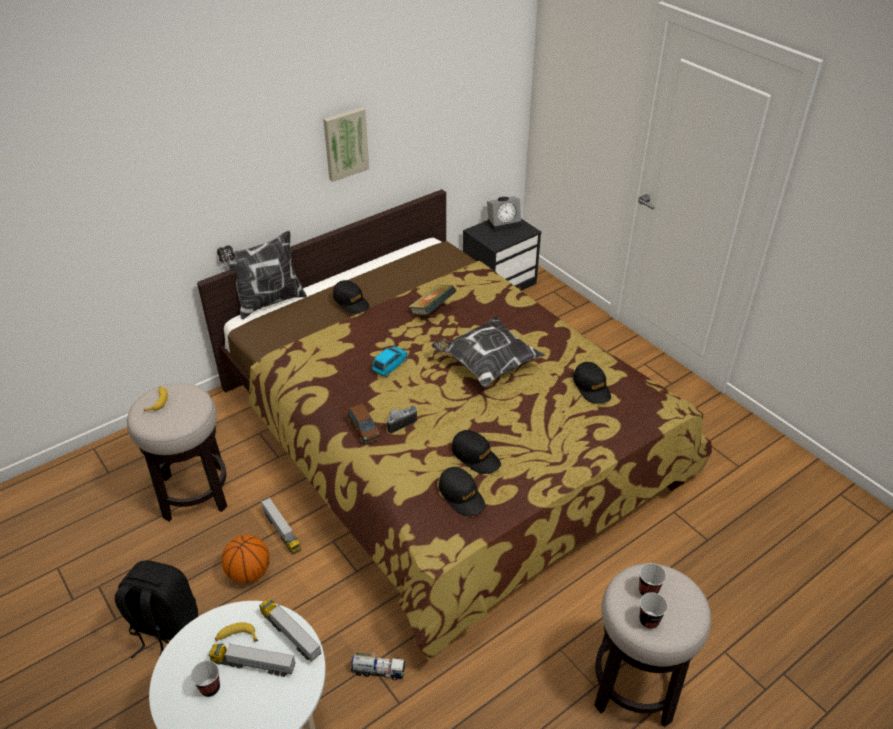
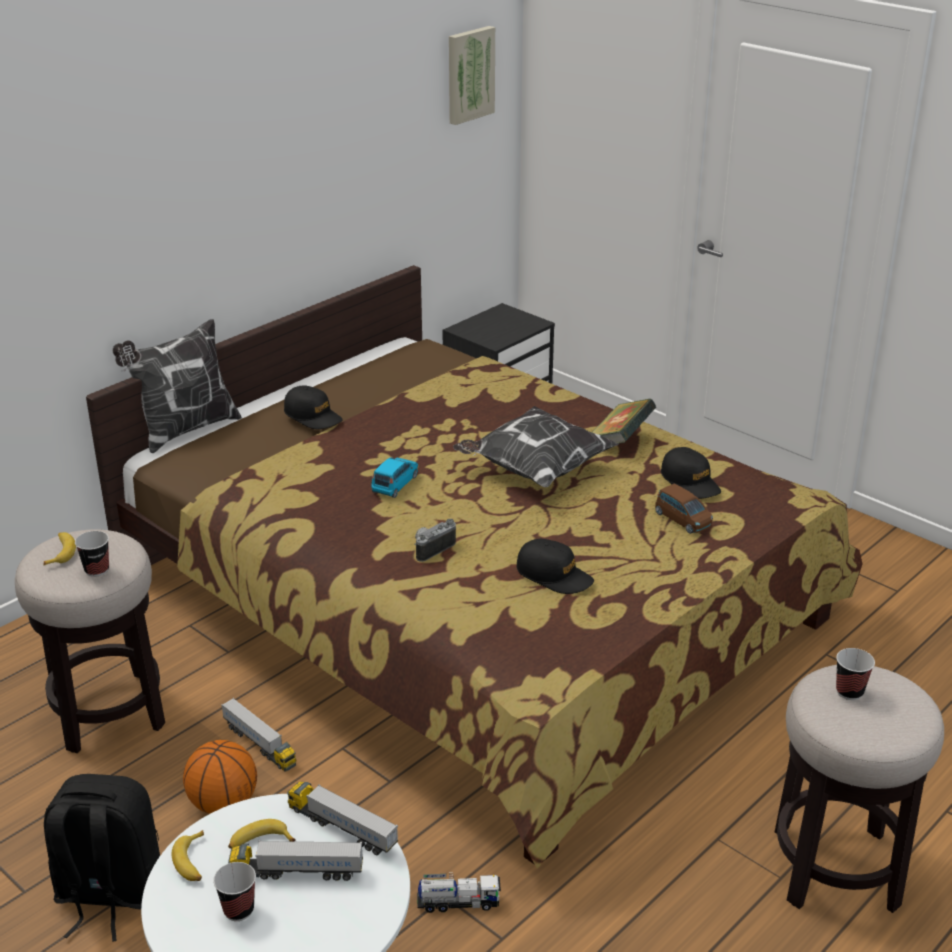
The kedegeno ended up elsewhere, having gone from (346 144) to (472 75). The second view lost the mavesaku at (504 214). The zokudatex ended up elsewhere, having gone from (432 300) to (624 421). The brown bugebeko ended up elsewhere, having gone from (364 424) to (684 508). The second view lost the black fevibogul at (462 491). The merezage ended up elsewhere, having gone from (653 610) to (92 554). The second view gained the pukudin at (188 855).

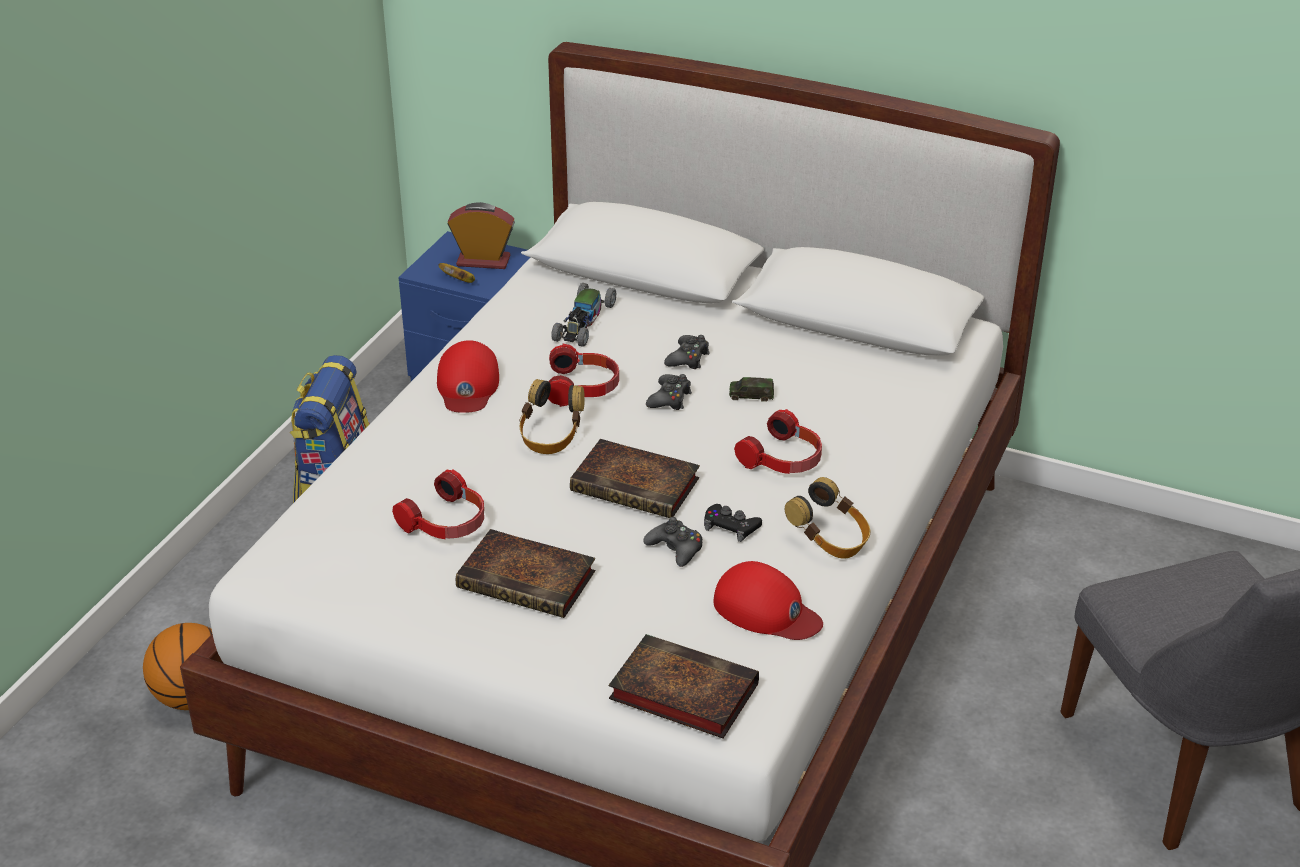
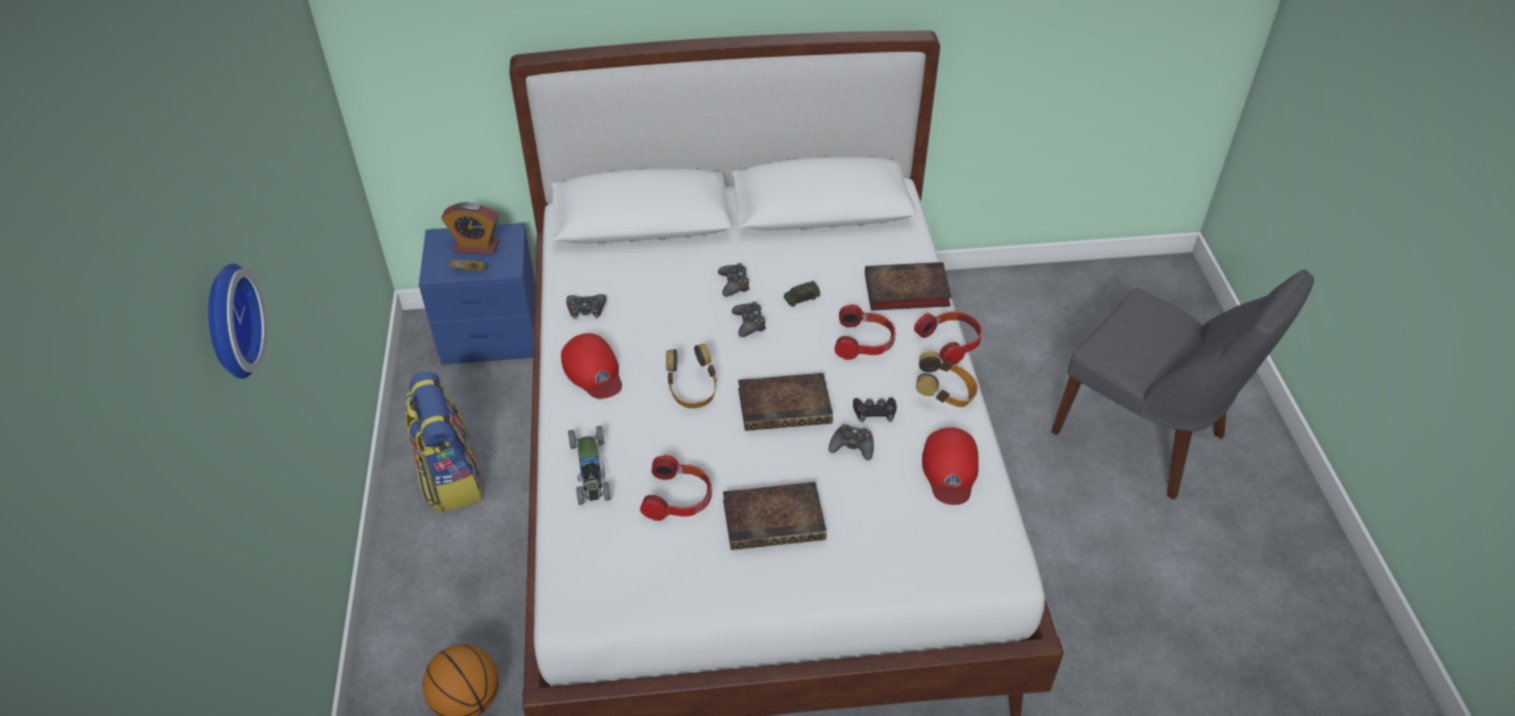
The mavesaku at (481 235) ended up facing another way, 150 degrees counterclockwise from before. The bugebeko ended up elsewhere, having gone from (584 315) to (589 465). The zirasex ended up elsewhere, having gone from (583 375) to (948 338). The red fevibogul at (768 600) ended up facing another way, 90 degrees clockwise from before. The zokudatex ended up elsewhere, having gone from (684 686) to (908 286). The second view gained the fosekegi at (237 321). The second view gained the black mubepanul at (586 306).

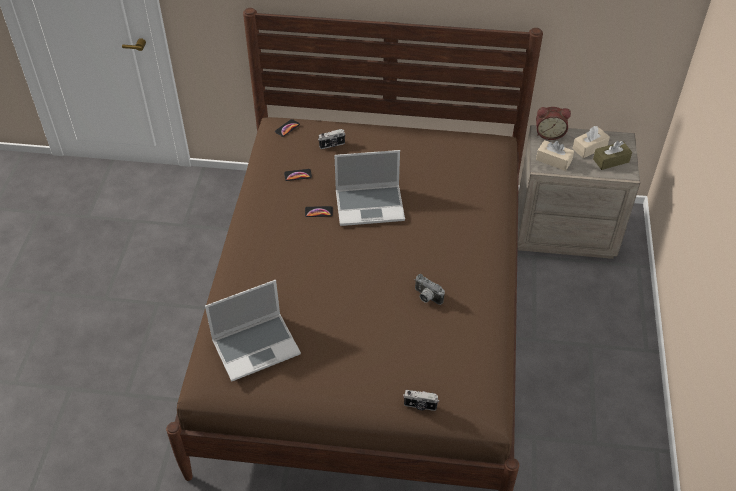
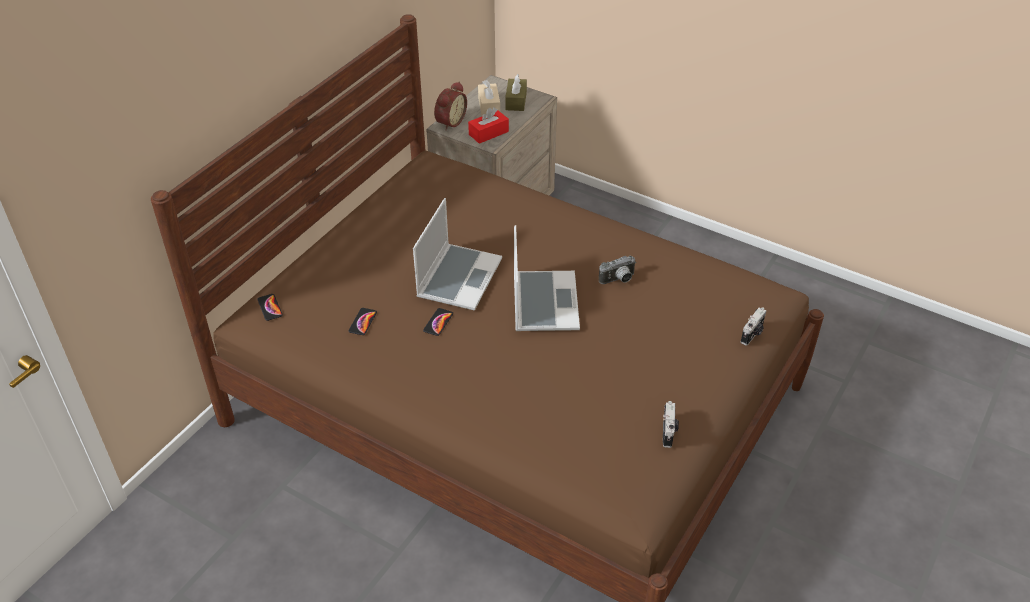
The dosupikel ended up elsewhere, having gone from (332 139) to (671 424). What was the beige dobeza at (555 155) turned into the red dobeza at (488 125). The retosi ended up elsewhere, having gone from (253 331) to (547 278).

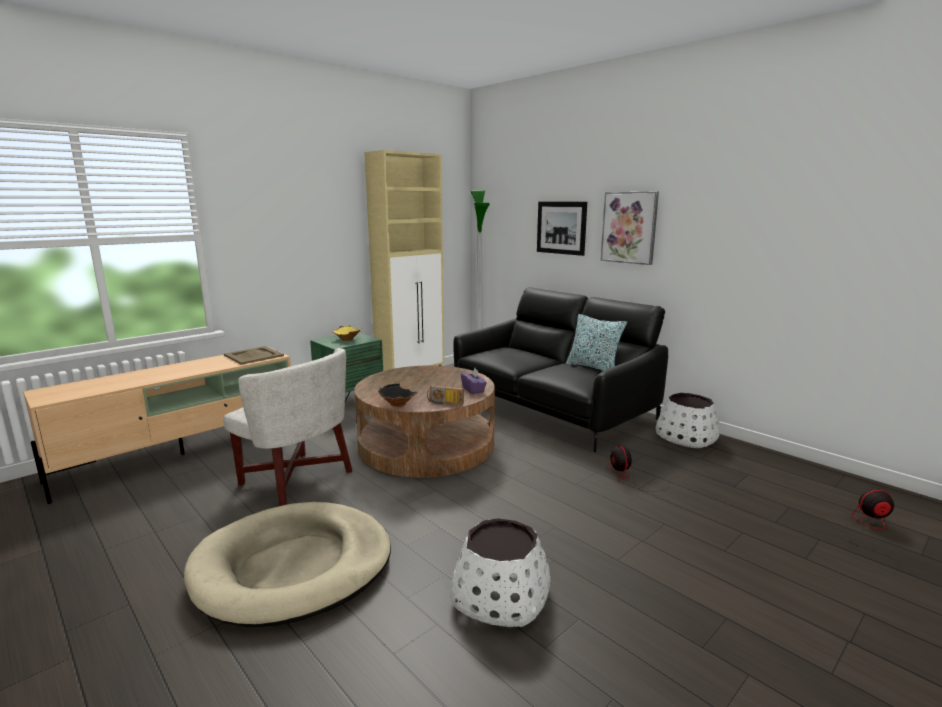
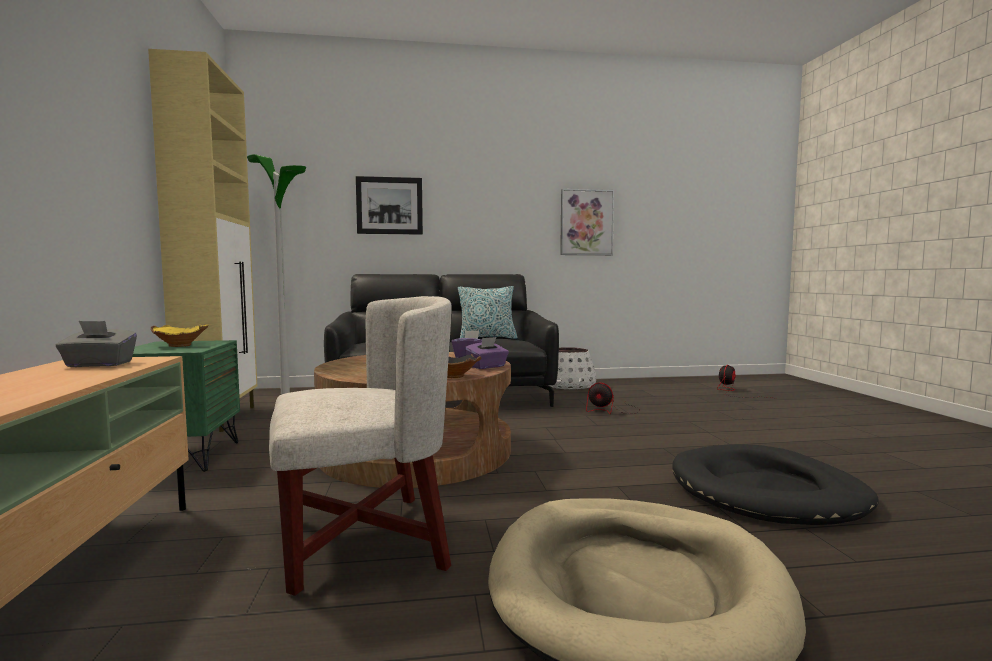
The kedegeno ended up elsewhere, having gone from (629 228) to (587 222). Where the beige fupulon stood at (254 355), the grey dobeza came to stand at (96 344). Where the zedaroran stood at (445 395), the purple dobeza came to stand at (487 353). Where the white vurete stood at (500 572), the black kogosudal came to stand at (775 484).

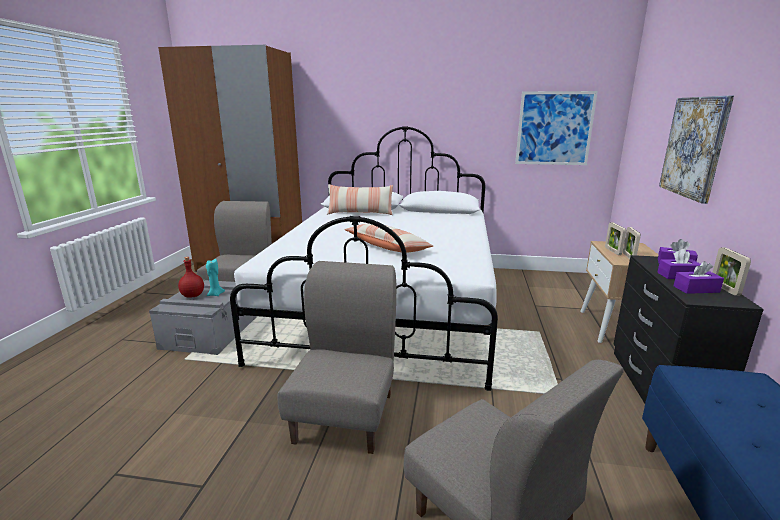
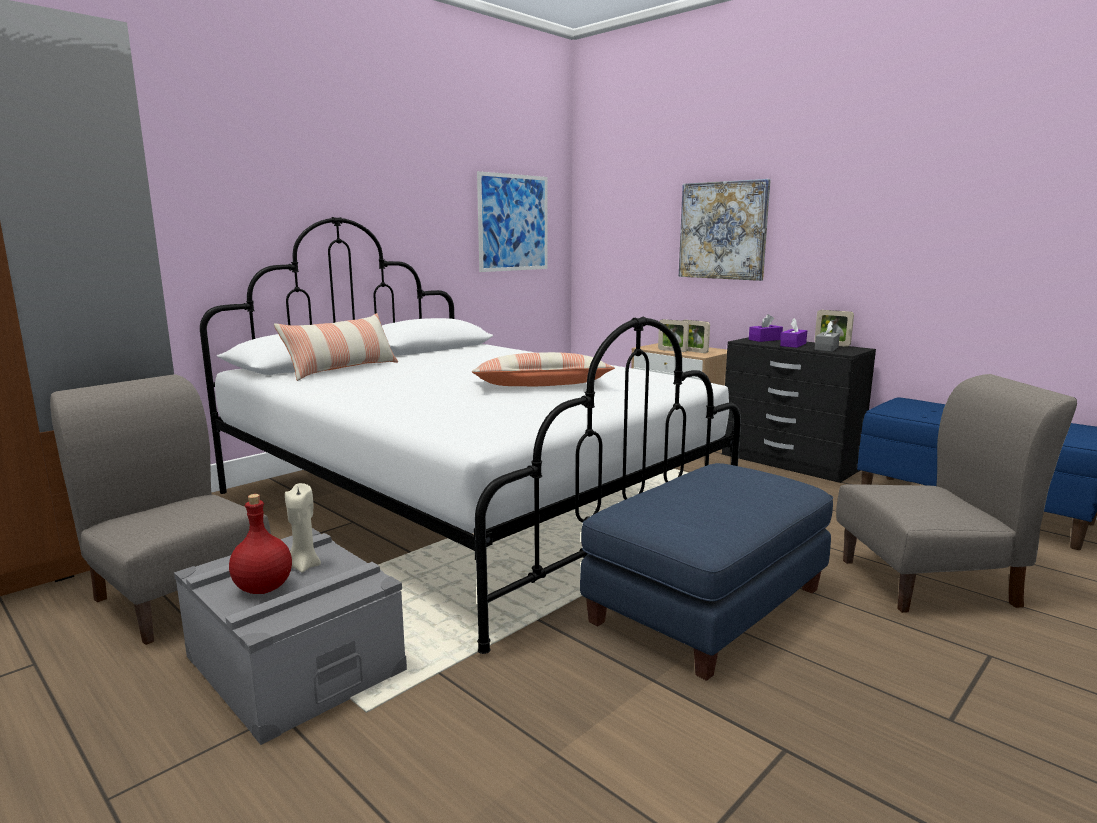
What was the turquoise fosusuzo at (215 277) turned into the beige fosusuzo at (303 528). Where the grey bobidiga stood at (337 357), the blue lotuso came to stand at (706 572). What was the purple dobeza at (699 277) turned into the grey dobeza at (827 336).

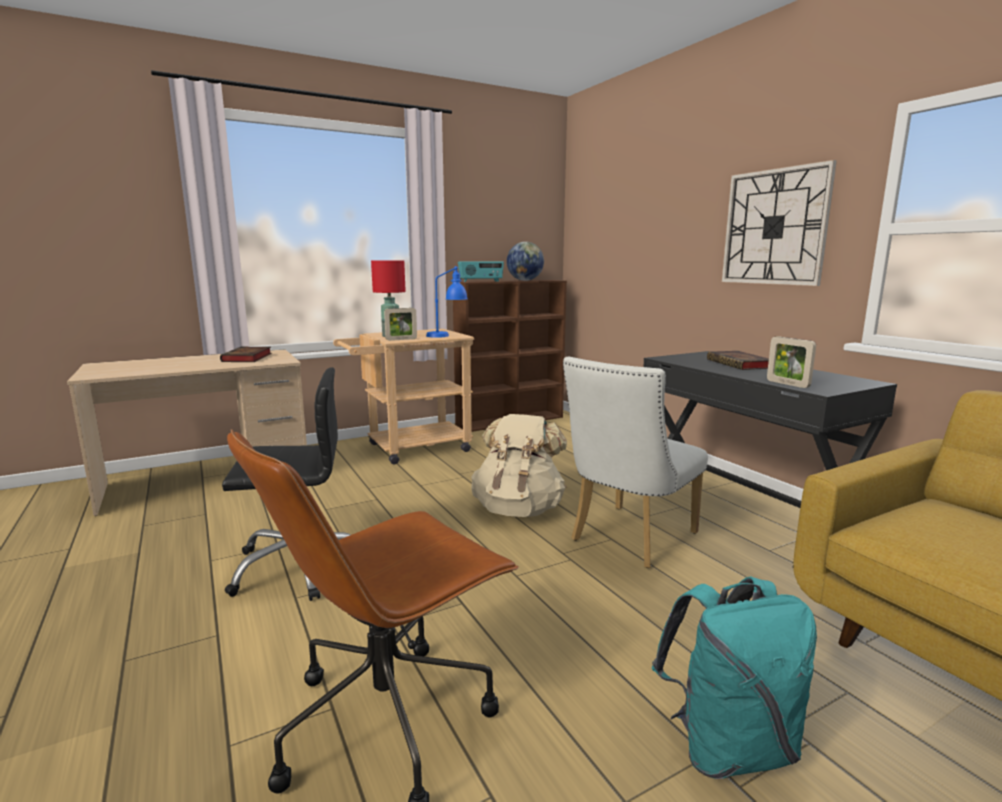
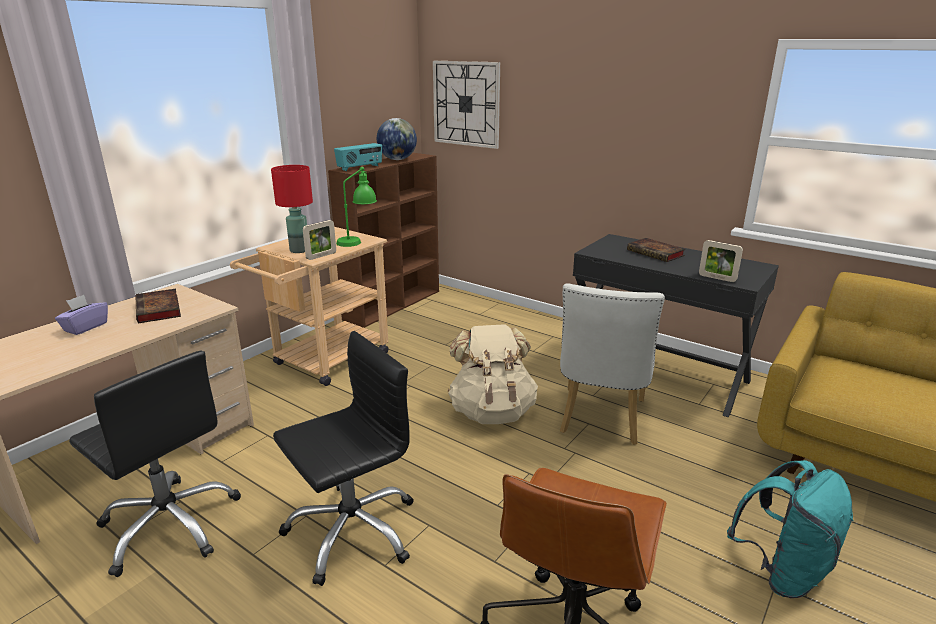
The fosekegi ended up elsewhere, having gone from (779 223) to (466 105). What was the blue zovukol at (447 302) turned into the green zovukol at (356 207). The second view gained the purple dobeza at (81 315). The second view gained the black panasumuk at (155 463).

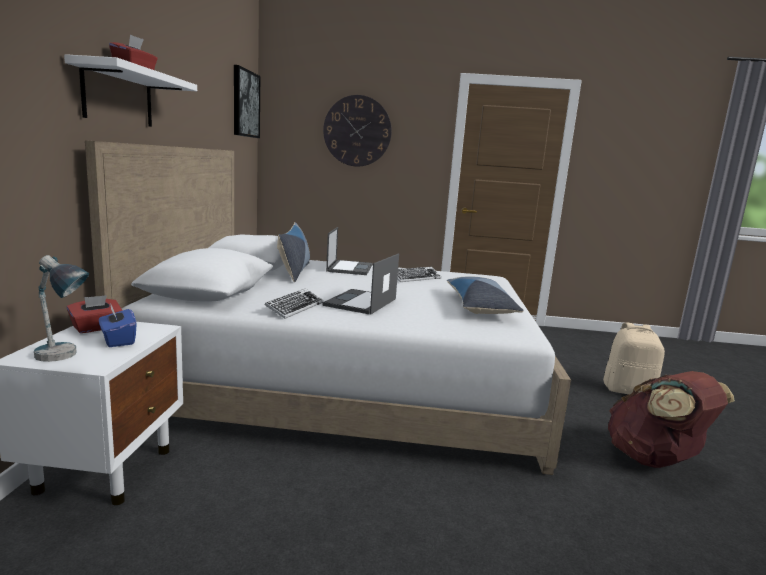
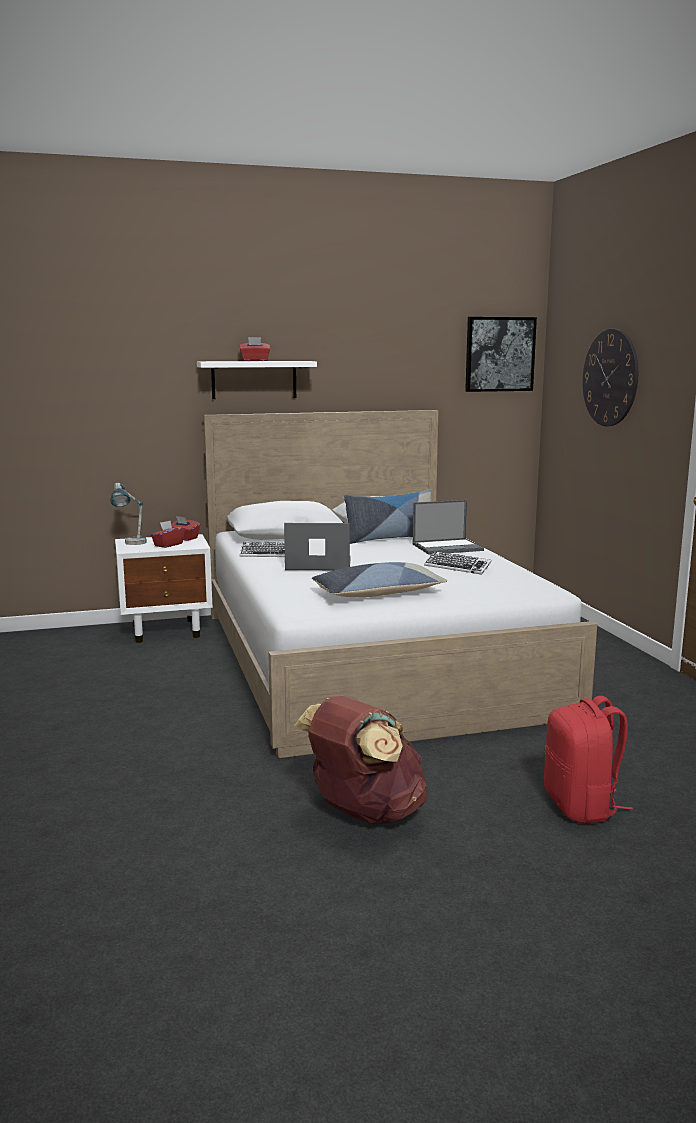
What was the blue dobeza at (118 325) turned into the red dobeza at (168 534). What was the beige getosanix at (634 358) turned into the red getosanix at (588 759).

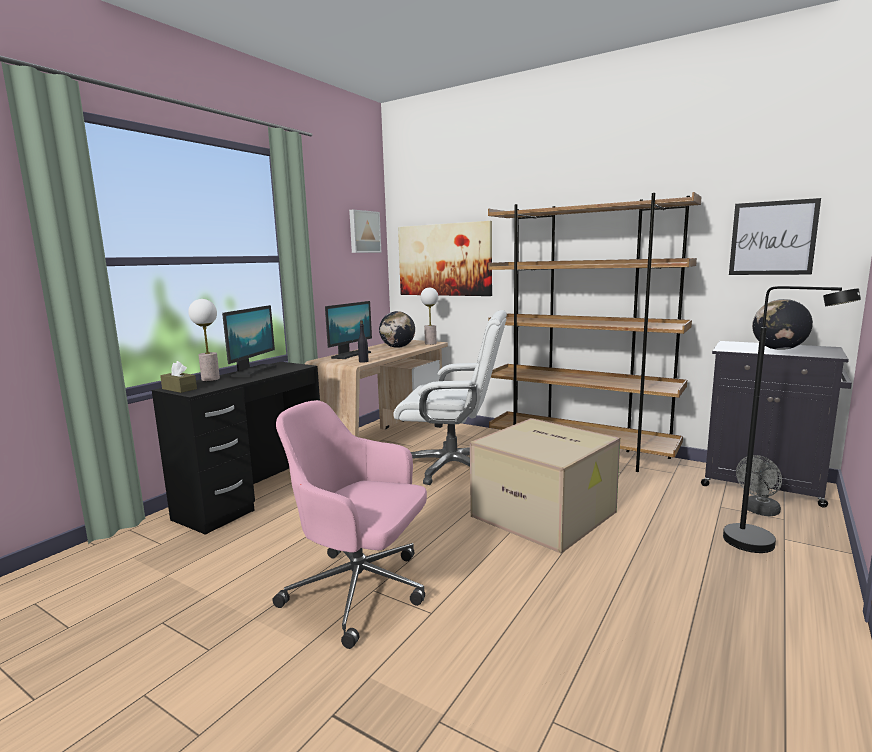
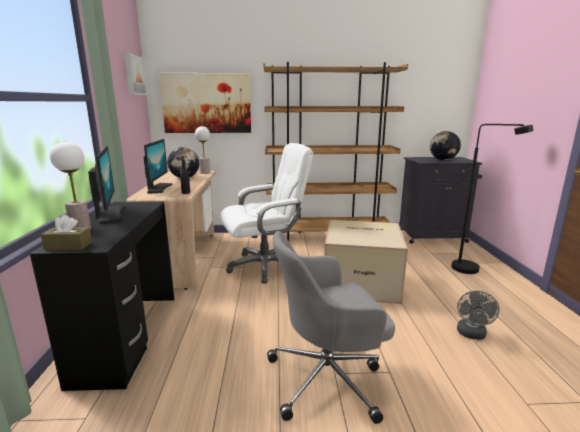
The second view lost the kedegeno at (775 236). What was the pink panasumuk at (350 524) turned into the grey panasumuk at (331 327). The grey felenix ended up elsewhere, having gone from (759 485) to (478 315).

